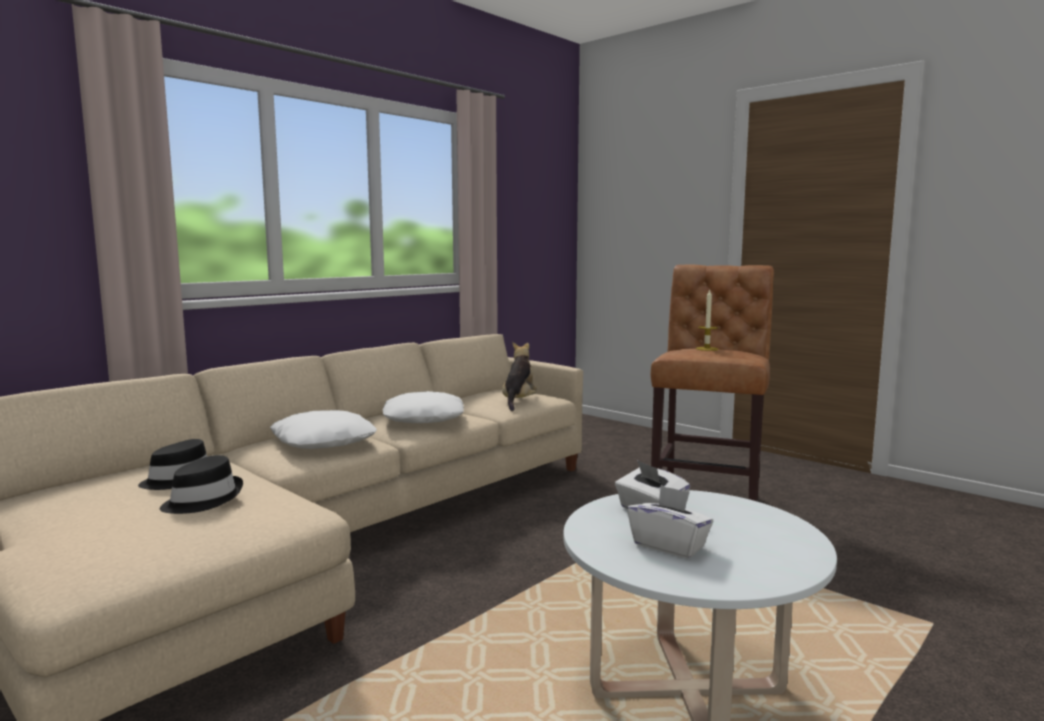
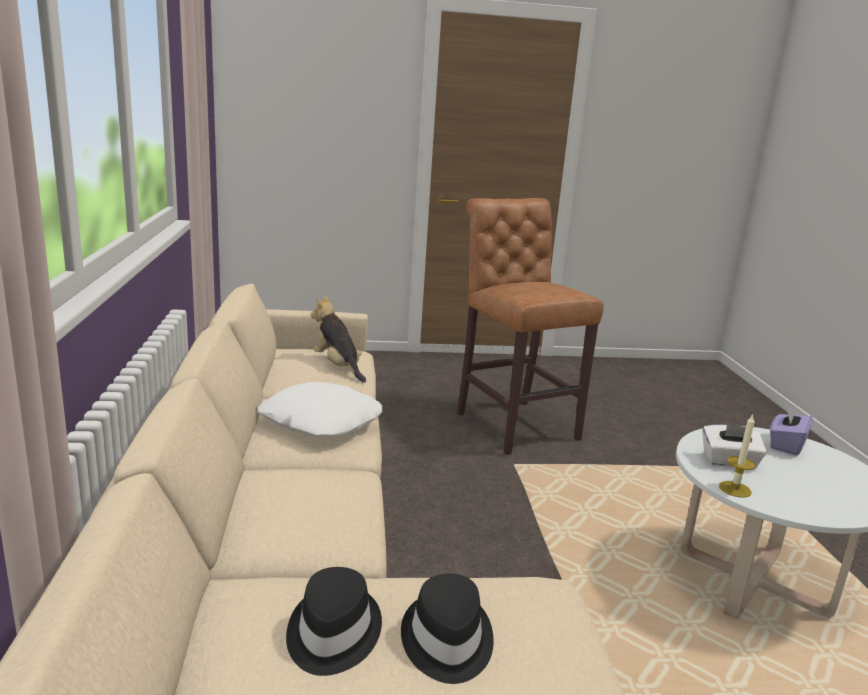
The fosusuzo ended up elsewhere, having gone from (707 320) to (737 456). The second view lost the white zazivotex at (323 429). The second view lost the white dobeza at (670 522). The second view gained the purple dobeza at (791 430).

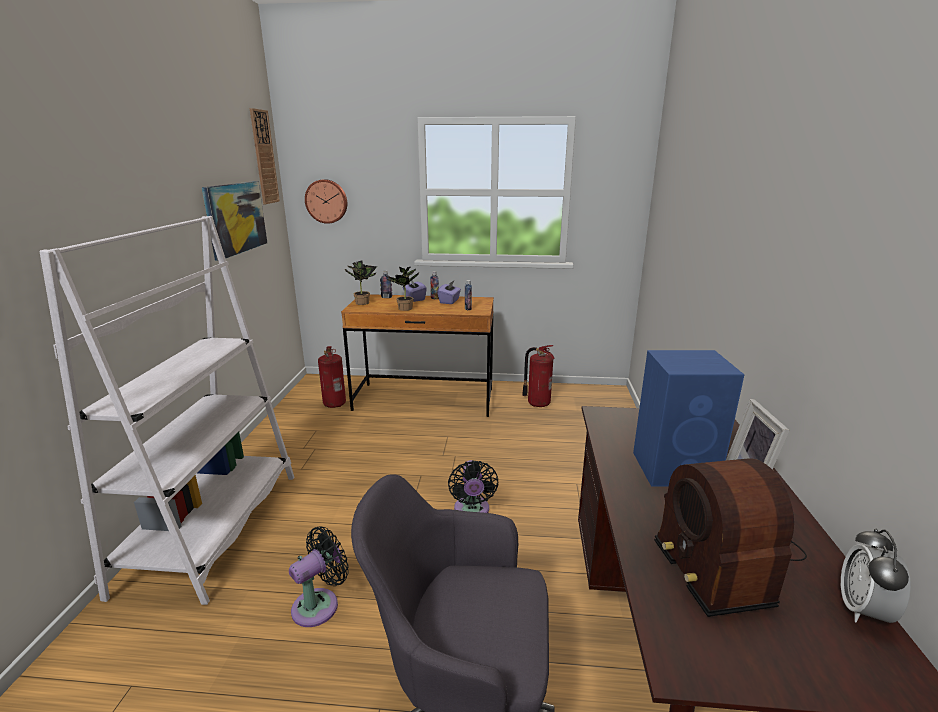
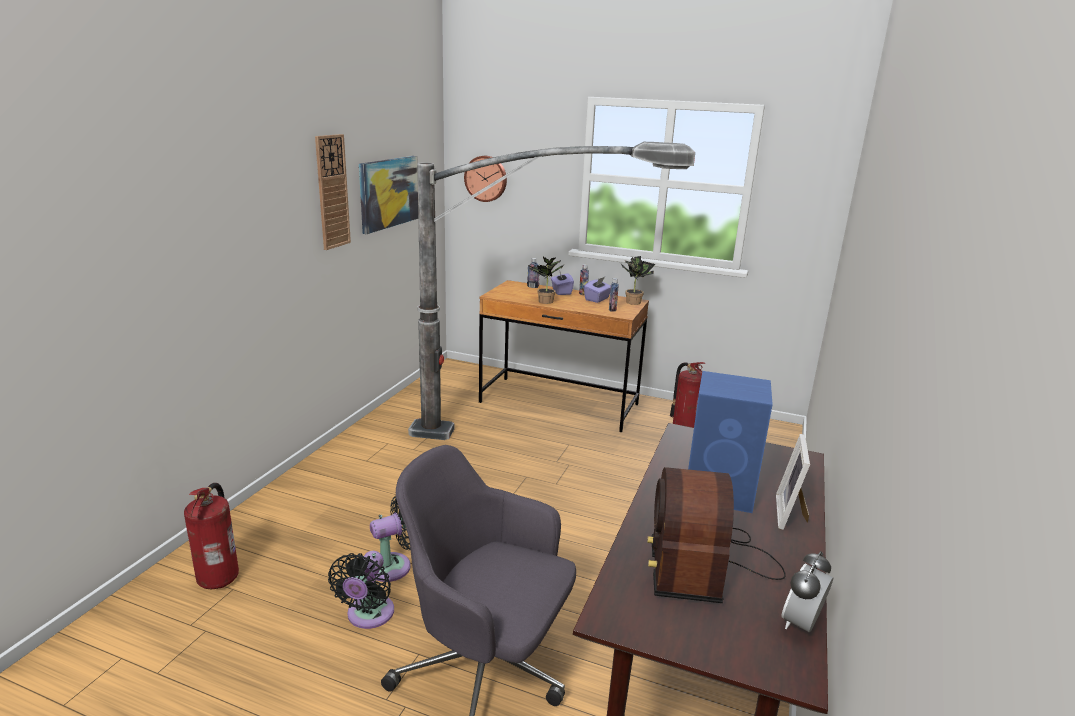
The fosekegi ended up elsewhere, having gone from (265 156) to (333 192). The second view lost the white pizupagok at (166 410). The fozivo ended up elsewhere, having gone from (361 282) to (638 280). The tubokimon ended up elsewhere, having gone from (332 377) to (211 536). The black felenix ended up elsewhere, having gone from (473 486) to (361 590). The second view gained the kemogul at (551 291).

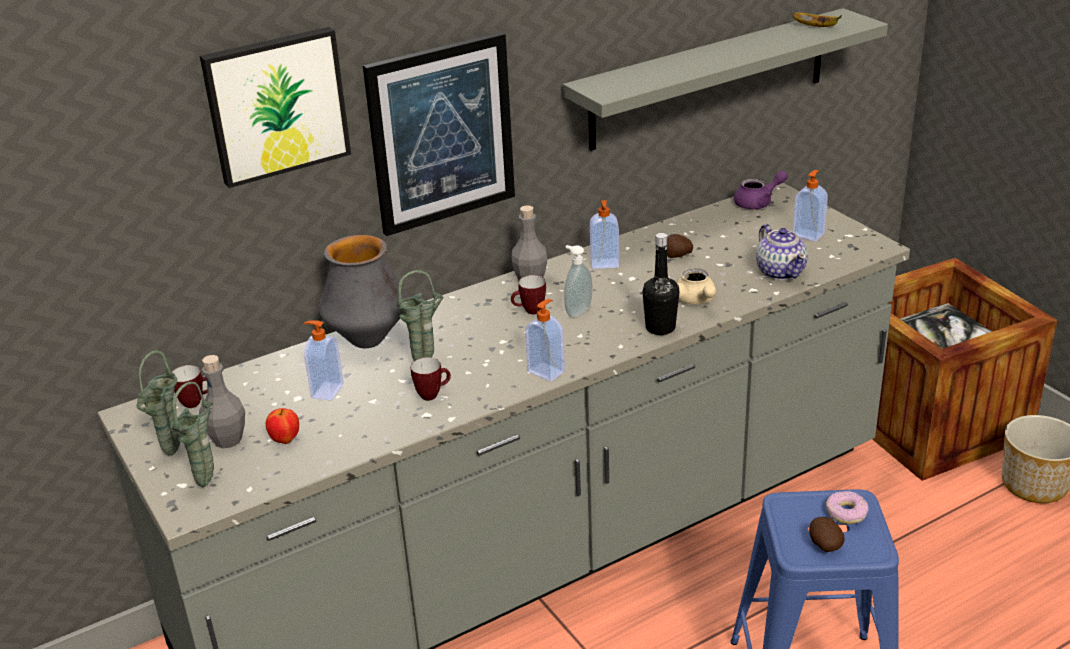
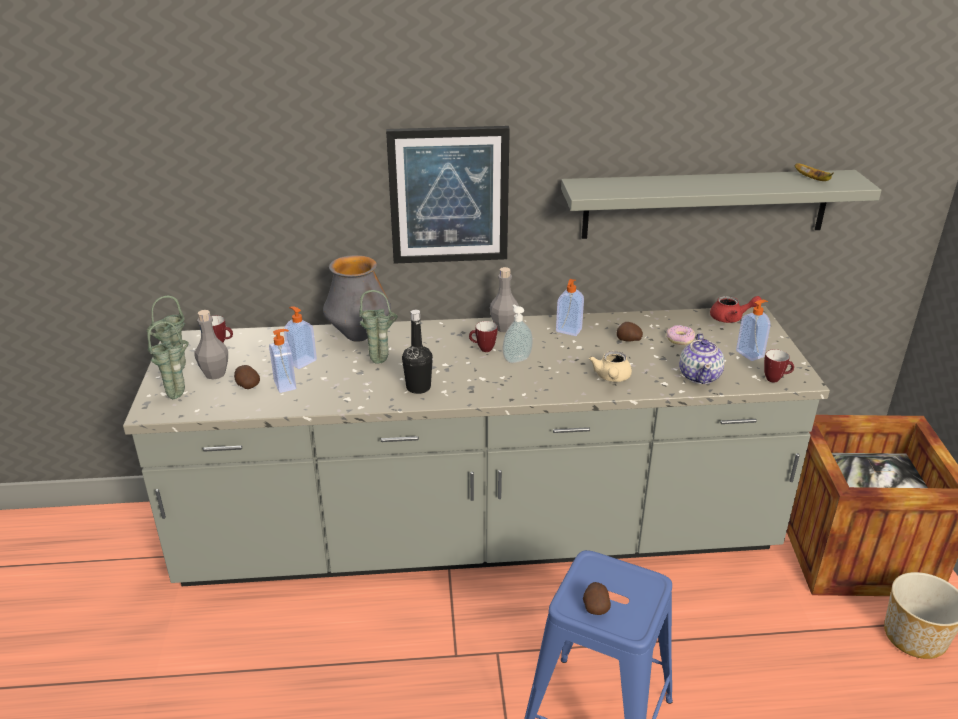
The second view lost the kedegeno at (275 107). What was the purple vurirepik at (761 189) turned into the red vurirepik at (736 309). The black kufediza ended up elsewhere, having gone from (661 284) to (417 352). The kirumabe ended up elsewhere, having gone from (545 340) to (282 361). The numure ended up elsewhere, having gone from (431 379) to (779 365). Where the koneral stood at (282 426), the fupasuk came to stand at (247 377). The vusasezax ended up elsewhere, having gone from (847 507) to (680 335).

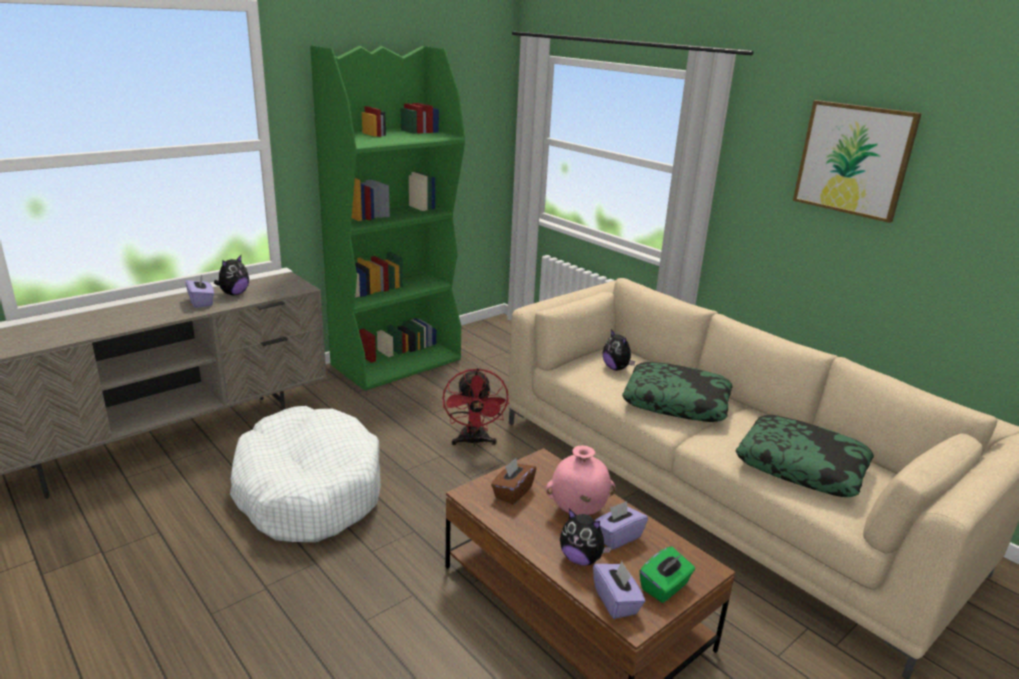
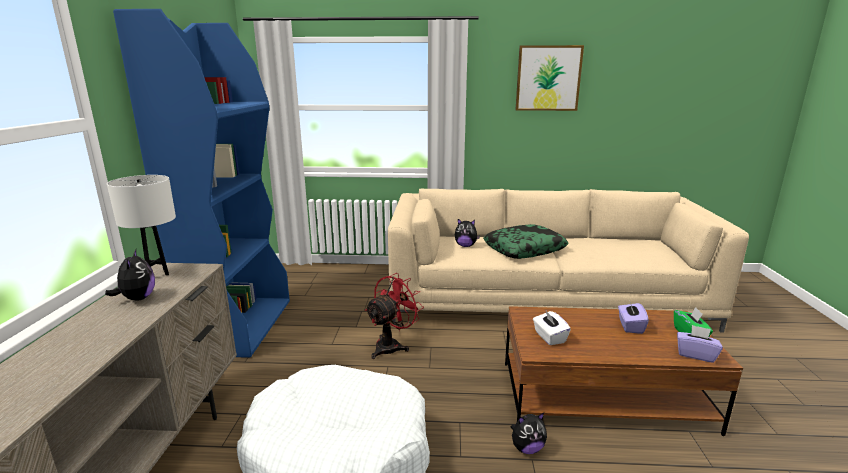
What was the green pizupagok at (387 218) turned into the blue pizupagok at (201 183). The second view lost the purple dobeza at (200 291). The red felenix at (476 407) ended up facing another way, 90 degrees counterclockwise from before. The second view lost the zazivotex at (805 456). The second view lost the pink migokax at (580 480). What was the brown dobeza at (513 481) turned into the white dobeza at (552 328). The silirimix ended up elsewhere, having gone from (586 537) to (529 433). The second view gained the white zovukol at (141 225).

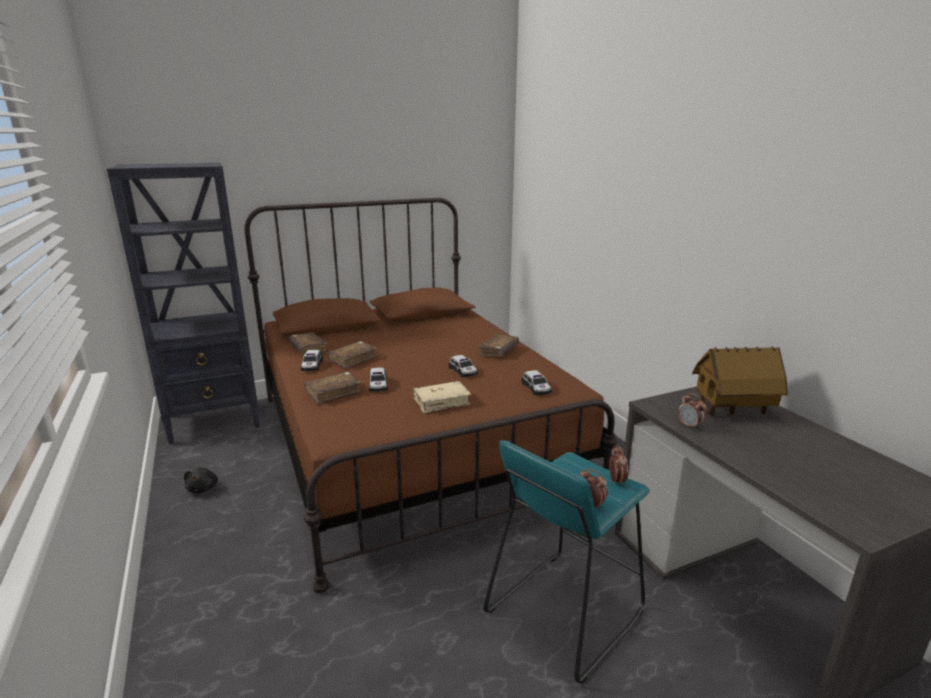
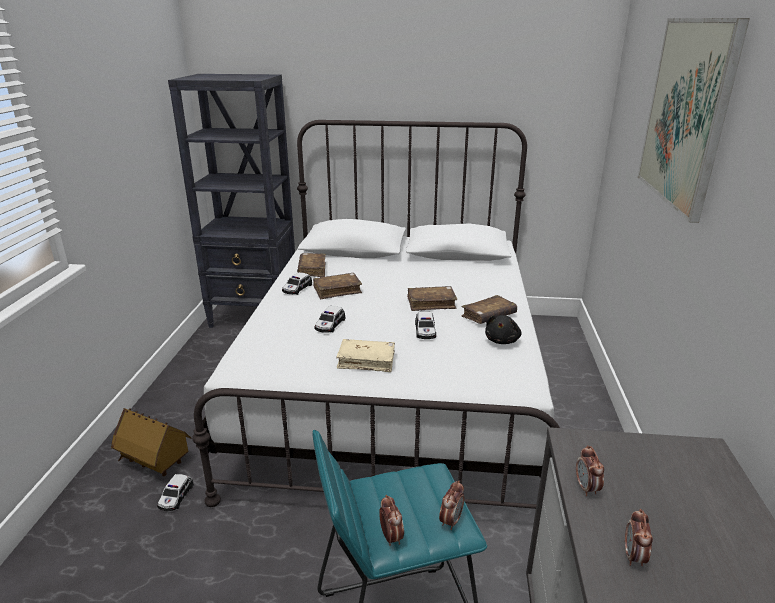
What was the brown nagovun at (430 395) turned into the white nagovun at (376 314). The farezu ended up elsewhere, having gone from (740 381) to (151 442). The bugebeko ended up elsewhere, having gone from (537 382) to (175 492). The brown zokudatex ended up elsewhere, having gone from (333 388) to (432 298). The black silirimix ended up elsewhere, having gone from (201 480) to (503 329). The second view gained the kedegeno at (693 120). The second view gained the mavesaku at (639 537).

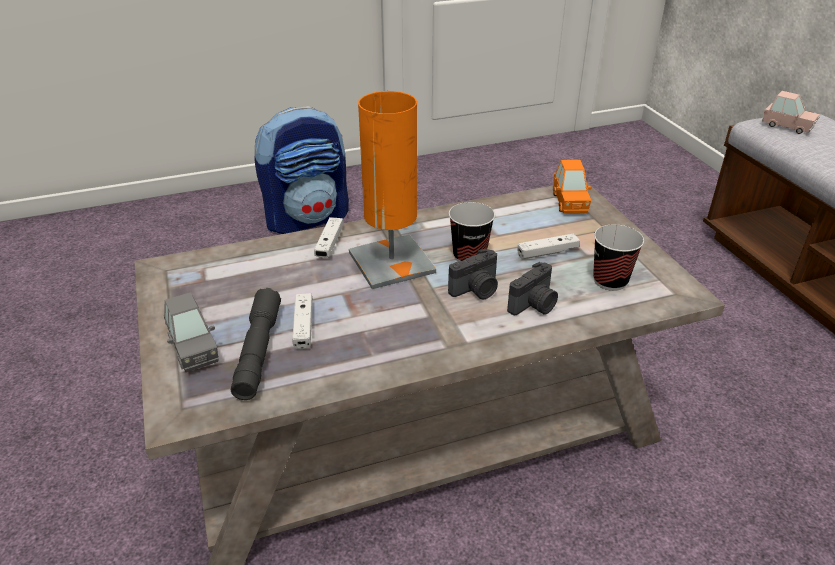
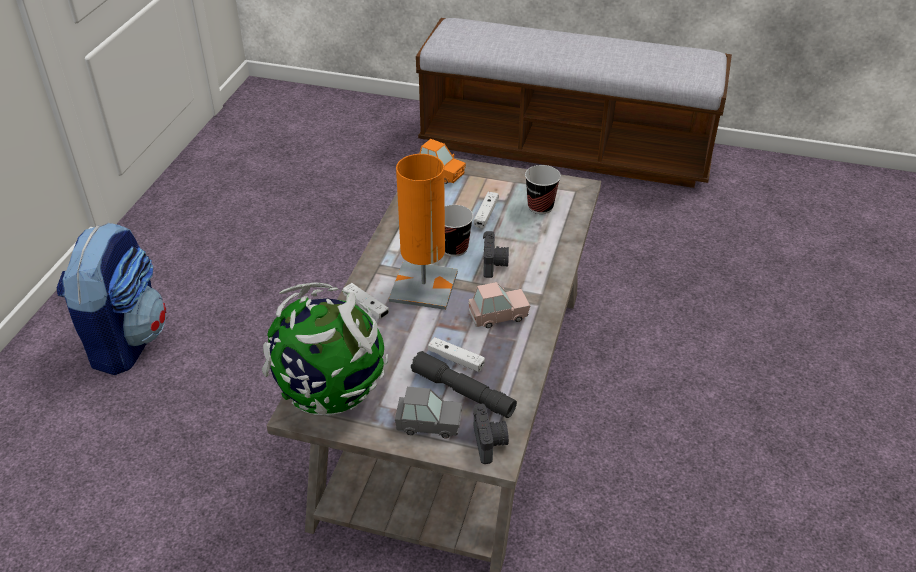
The pink bugebeko ended up elsewhere, having gone from (791 112) to (499 305). The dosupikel ended up elsewhere, having gone from (532 288) to (491 434). The second view gained the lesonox at (325 349).

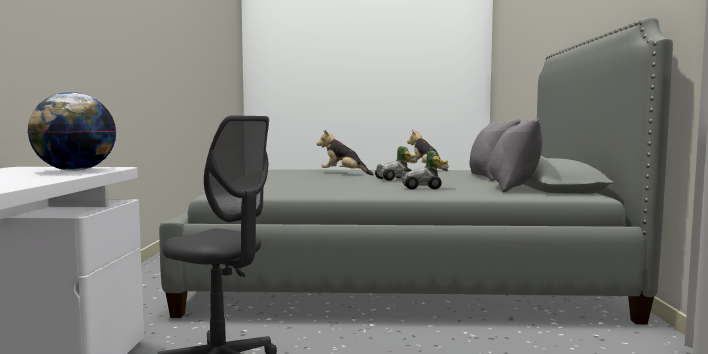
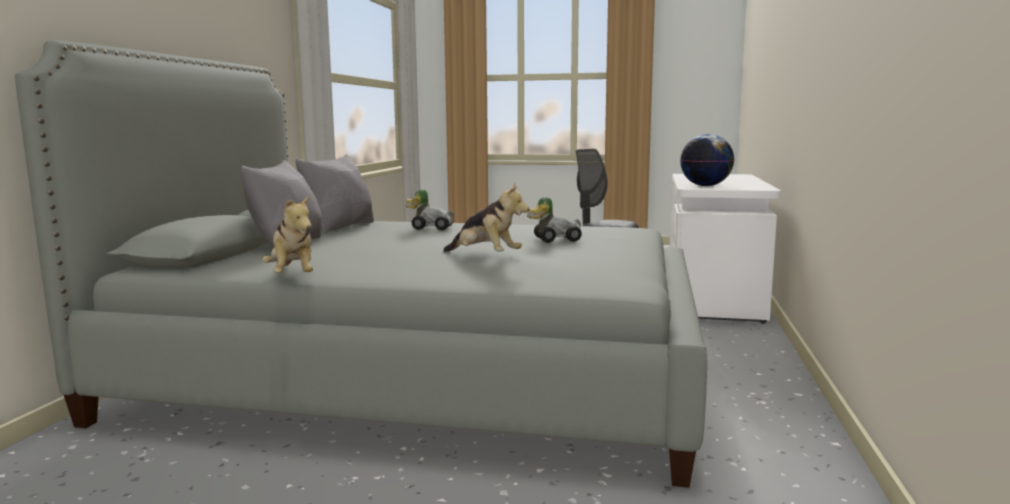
The bugebeko ended up elsewhere, having gone from (395 163) to (554 220).

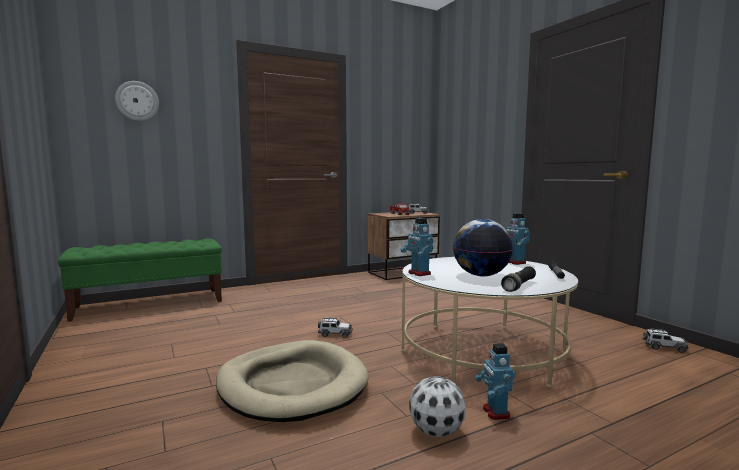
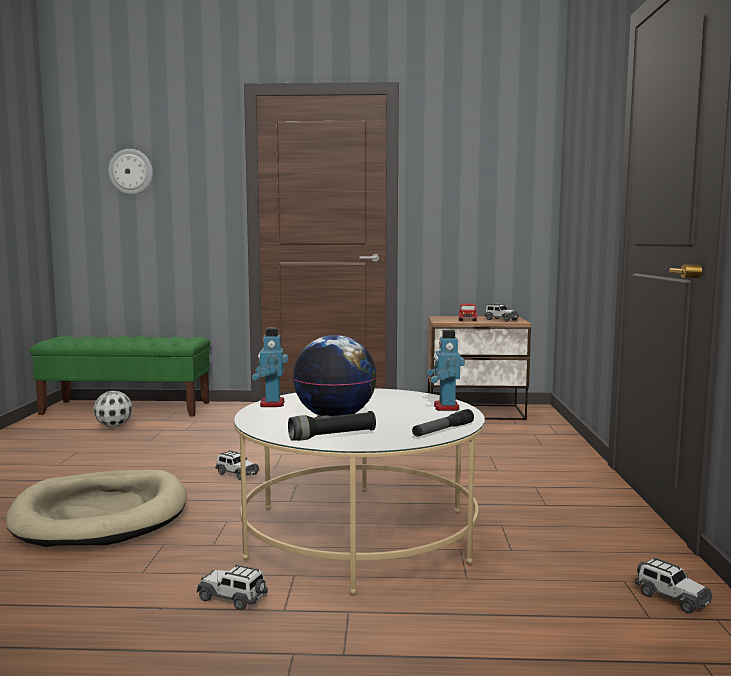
Where the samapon stood at (495 381), the bugebeko came to stand at (232 587). The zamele ended up elsewhere, having gone from (437 406) to (113 409).

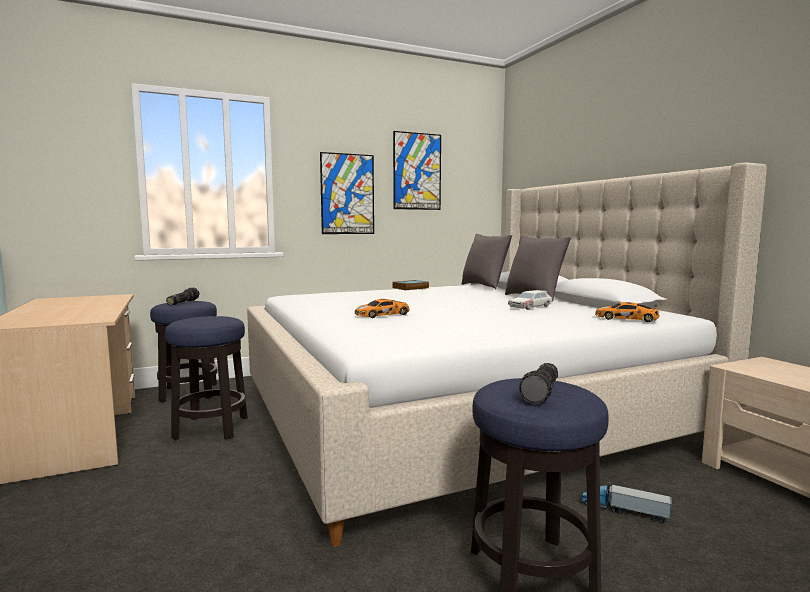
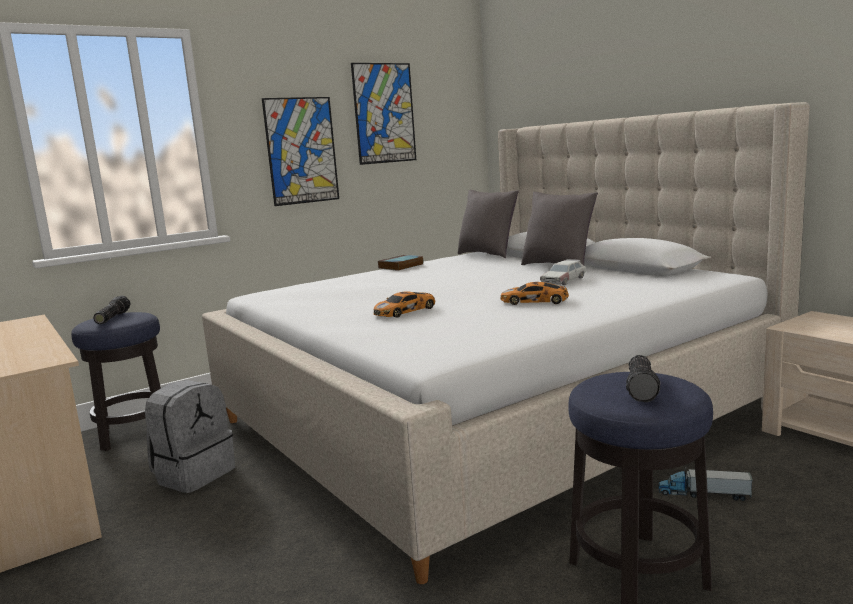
The bugebeko ended up elsewhere, having gone from (627 312) to (534 293). Where the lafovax stood at (206 378), the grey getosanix came to stand at (190 436).

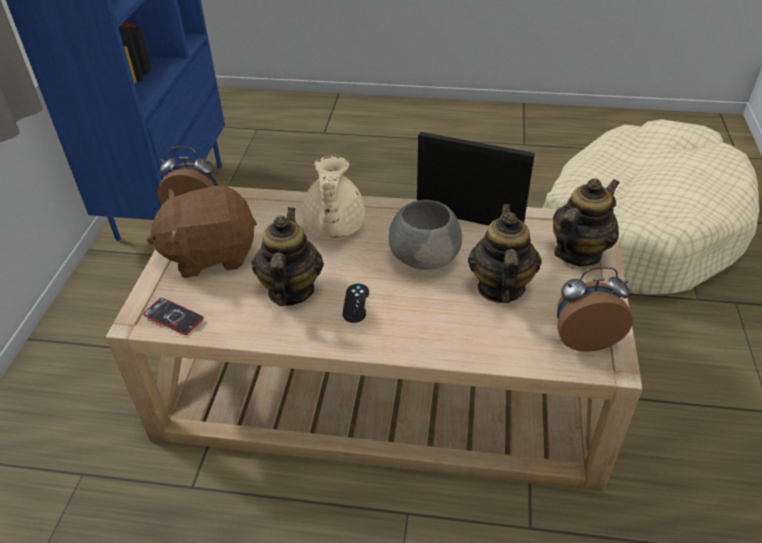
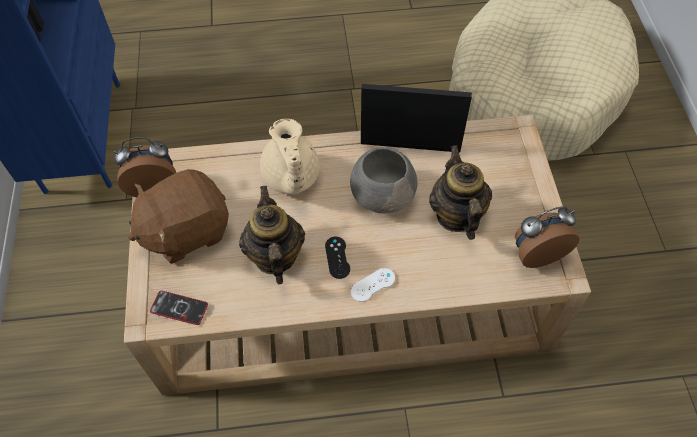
The second view lost the vurirepik at (586 222). The second view gained the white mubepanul at (373 285).

